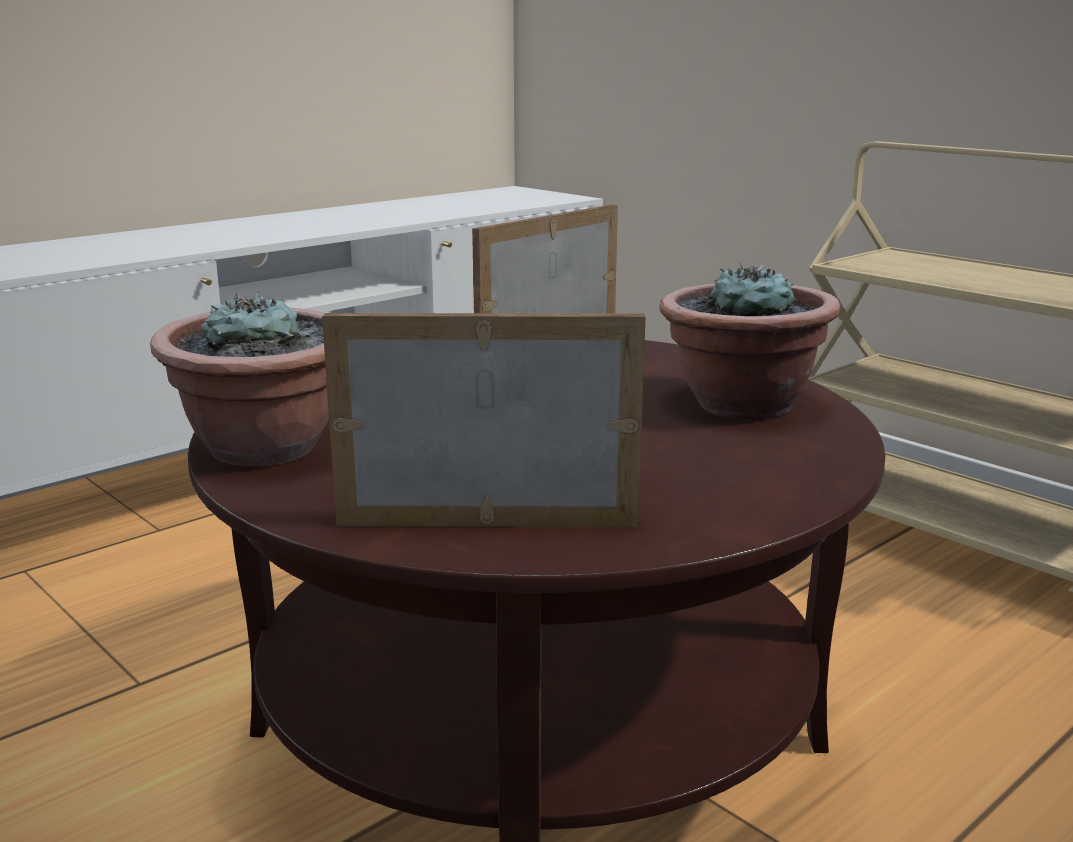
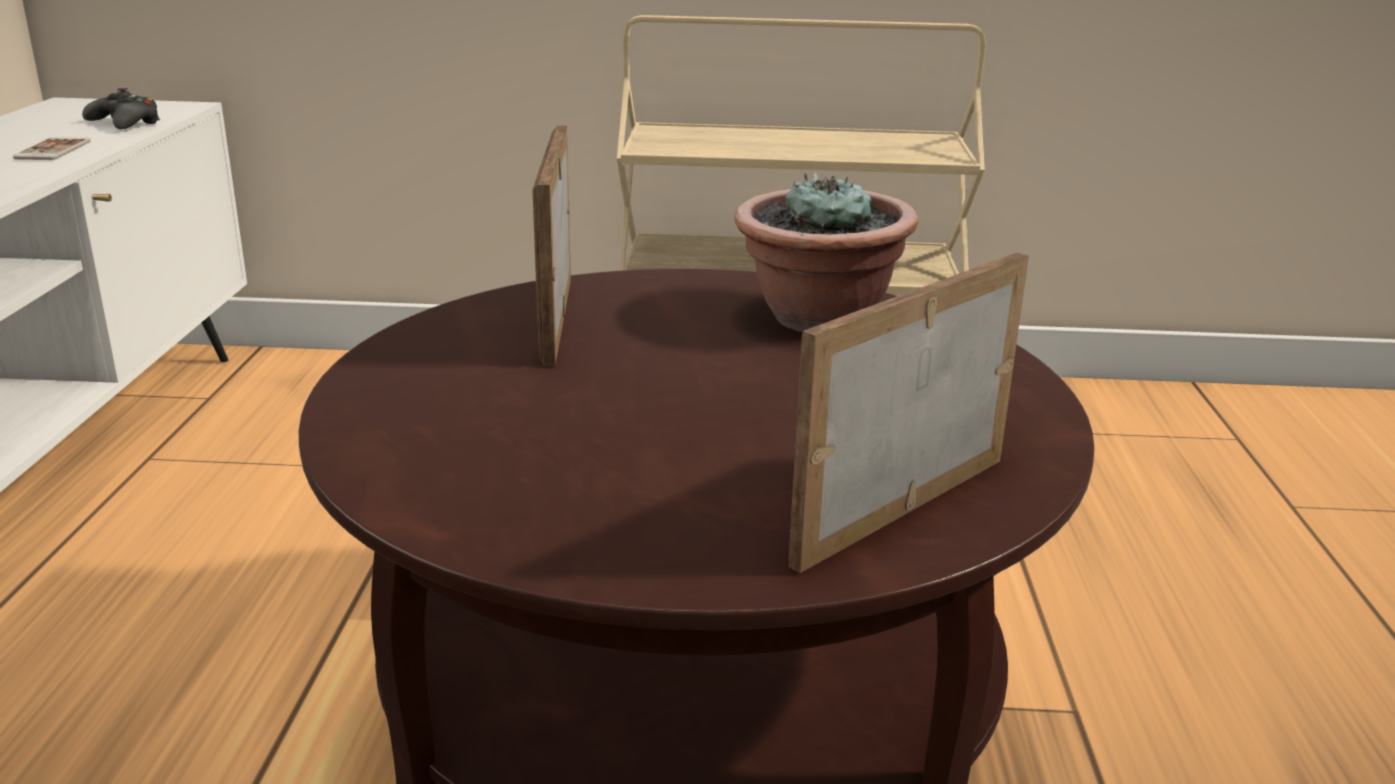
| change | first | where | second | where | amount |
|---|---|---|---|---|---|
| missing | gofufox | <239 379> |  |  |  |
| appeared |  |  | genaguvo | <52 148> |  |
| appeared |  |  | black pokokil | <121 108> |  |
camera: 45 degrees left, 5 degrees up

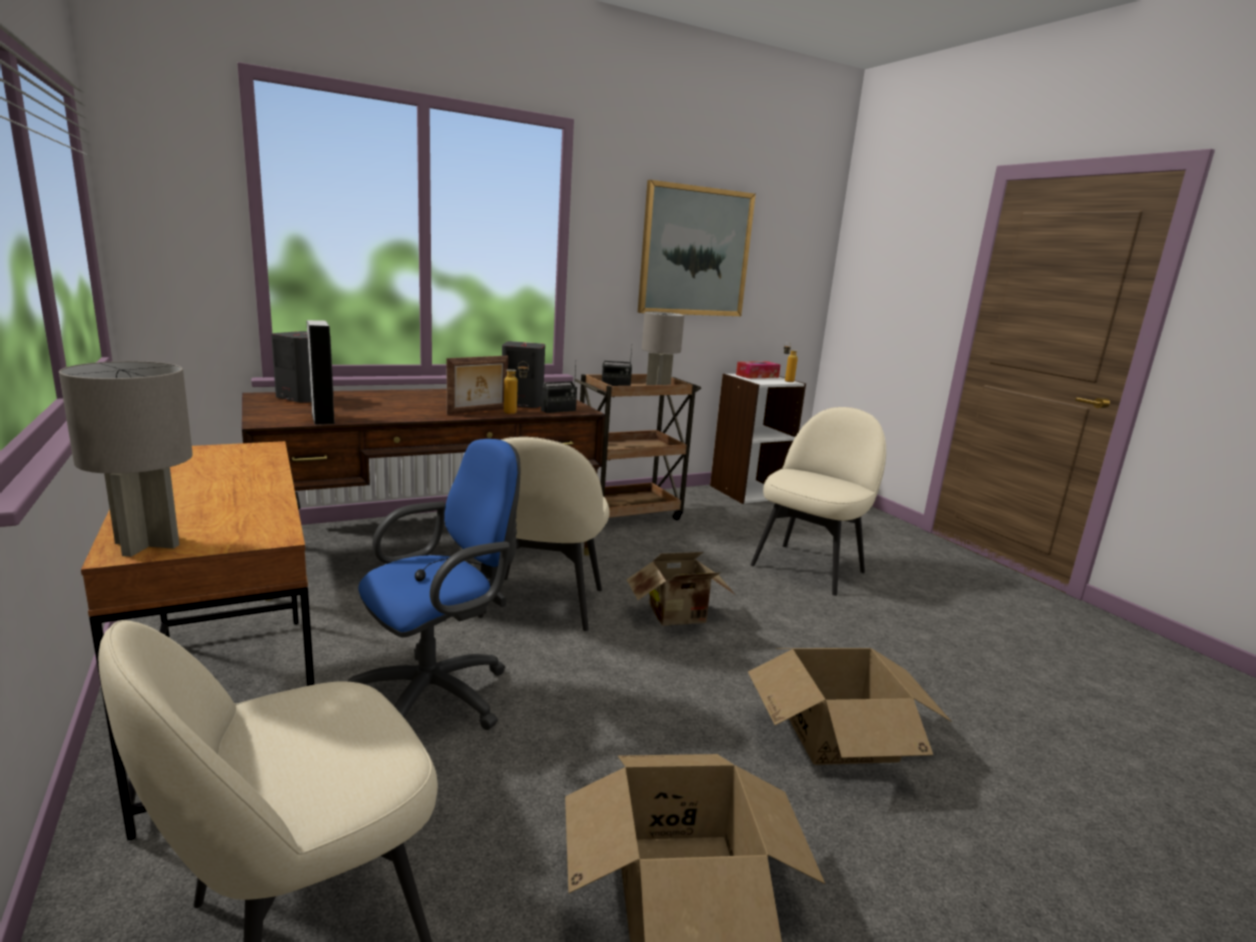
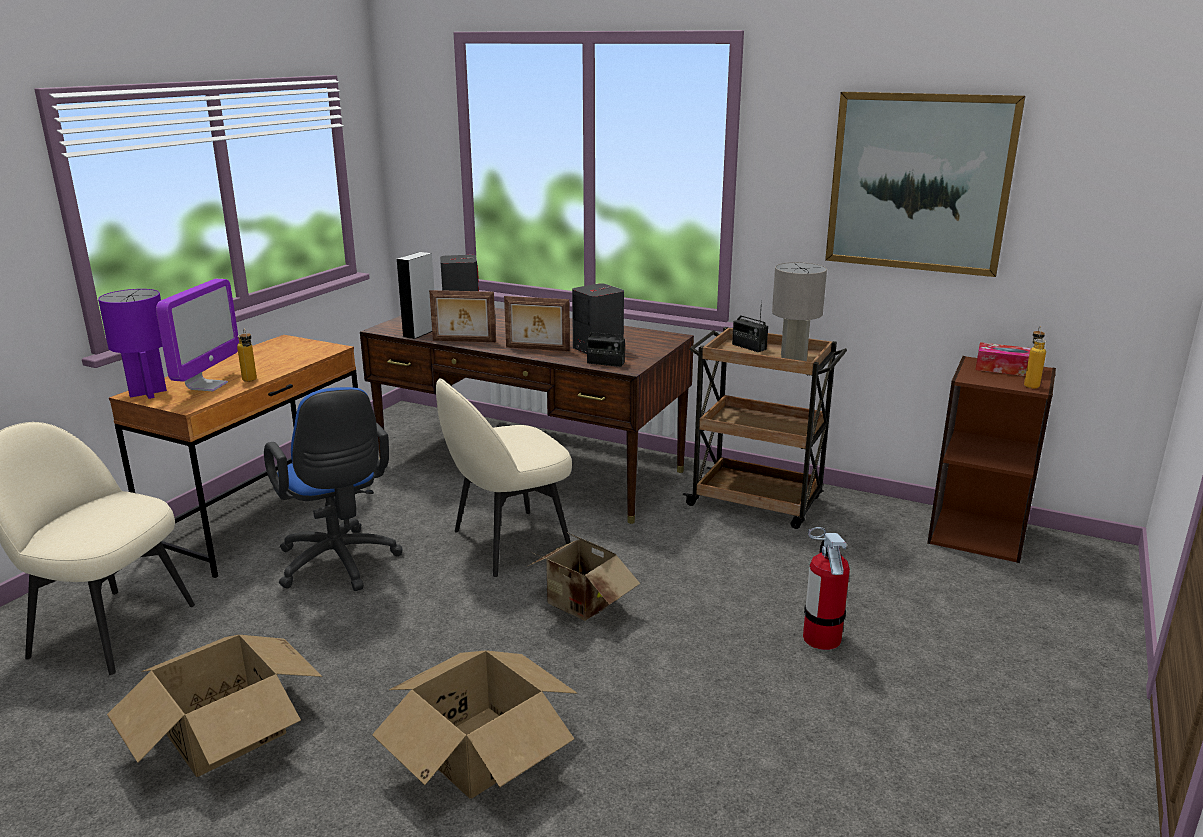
| change | first | where | second | where | amount |
|---|---|---|---|---|---|
| colour | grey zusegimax | <126 459> | purple zusegimax | <132 344> |  |
| spun | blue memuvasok | <433 584> |  | <333 489> | 45 degrees clockwise |
| relocated | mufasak | <516 387> |  | <247 355> |  |
| colour | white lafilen | <758 439> | brown lafilen | <991 459> |  |
| exchanged | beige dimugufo | <818 501> | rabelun | <826 588> |  |
| appeared |  |  | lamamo | <197 335> |  |
| appeared |  |  | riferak | <462 316> |  |
camera: 55 degrees right, 5 degrees up

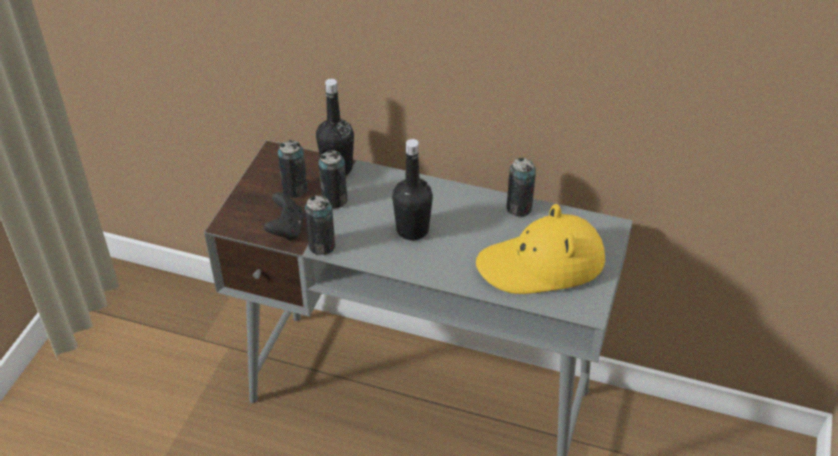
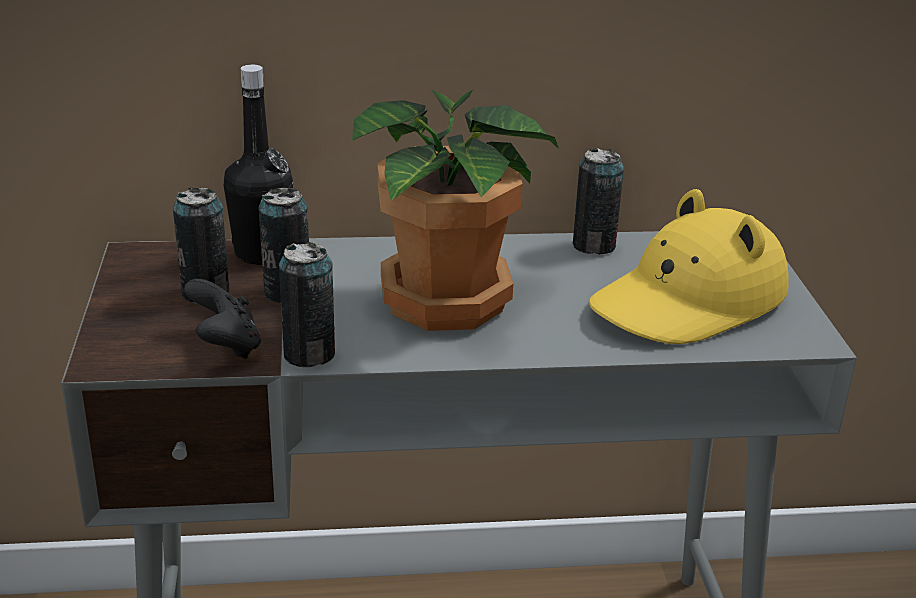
| change | first | where | second | where | amount |
|---|---|---|---|---|---|
| exchanged | black mufasak | <412 189> | gofufox | <455 210> |  |
camera: 25 degrees left, 15 degrees down

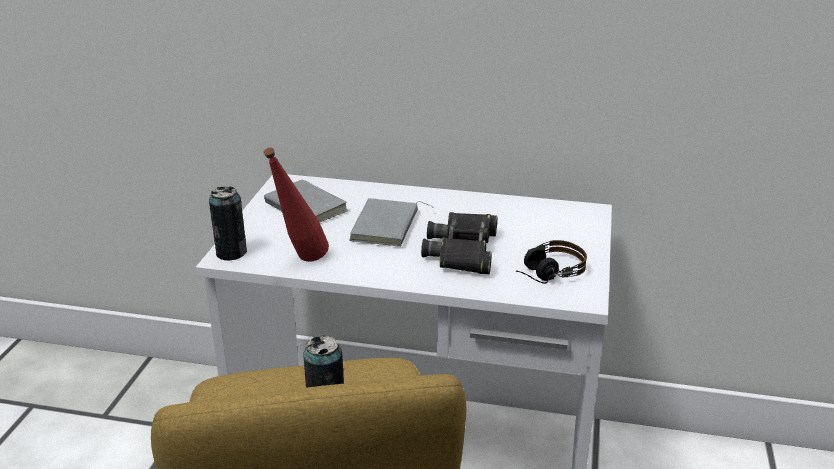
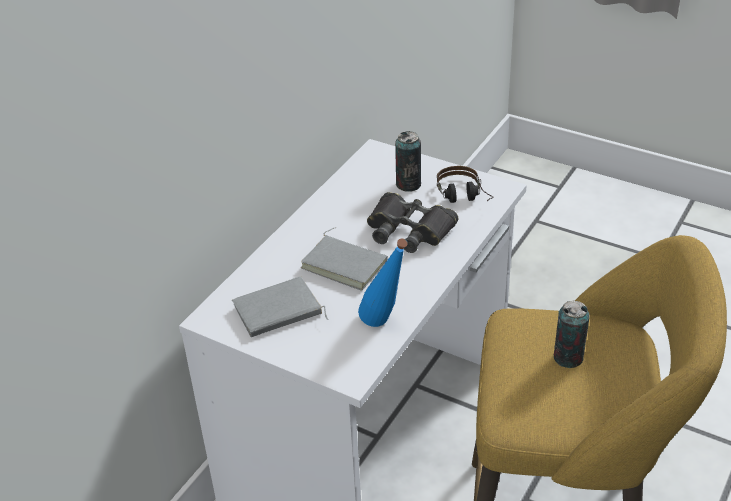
| change | first | where | second | where | amount |
|---|---|---|---|---|---|
| relocated | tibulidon | <228 223> |  | <408 161> |  |
| colour | red mufasak | <296 205> | blue mufasak | <383 283> |  |
camera: 70 degrees left, 10 degrees up

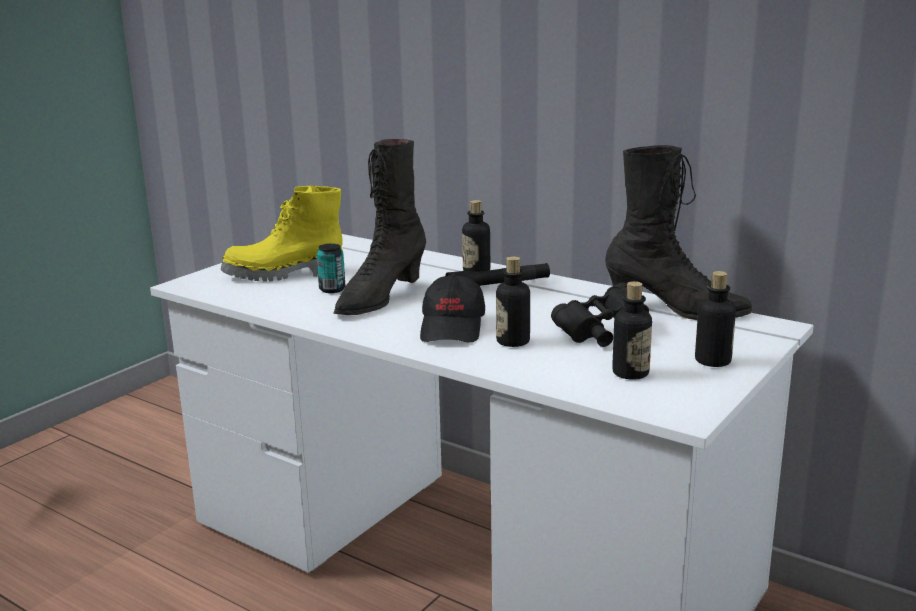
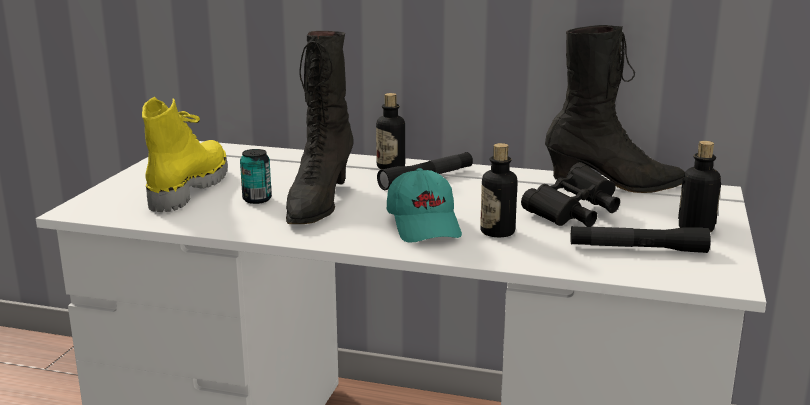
| change | first | where | second | where | amount |
|---|---|---|---|---|---|
| spun | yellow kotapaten | <282 233> |  | <185 154> | 135 degrees clockwise |
| colour | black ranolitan | <452 308> | turquoise ranolitan | <424 205> |  |
| exchanged | mufasak | <632 330> | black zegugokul | <641 239> |  |
camera: 20 degrees left, 0 degrees up

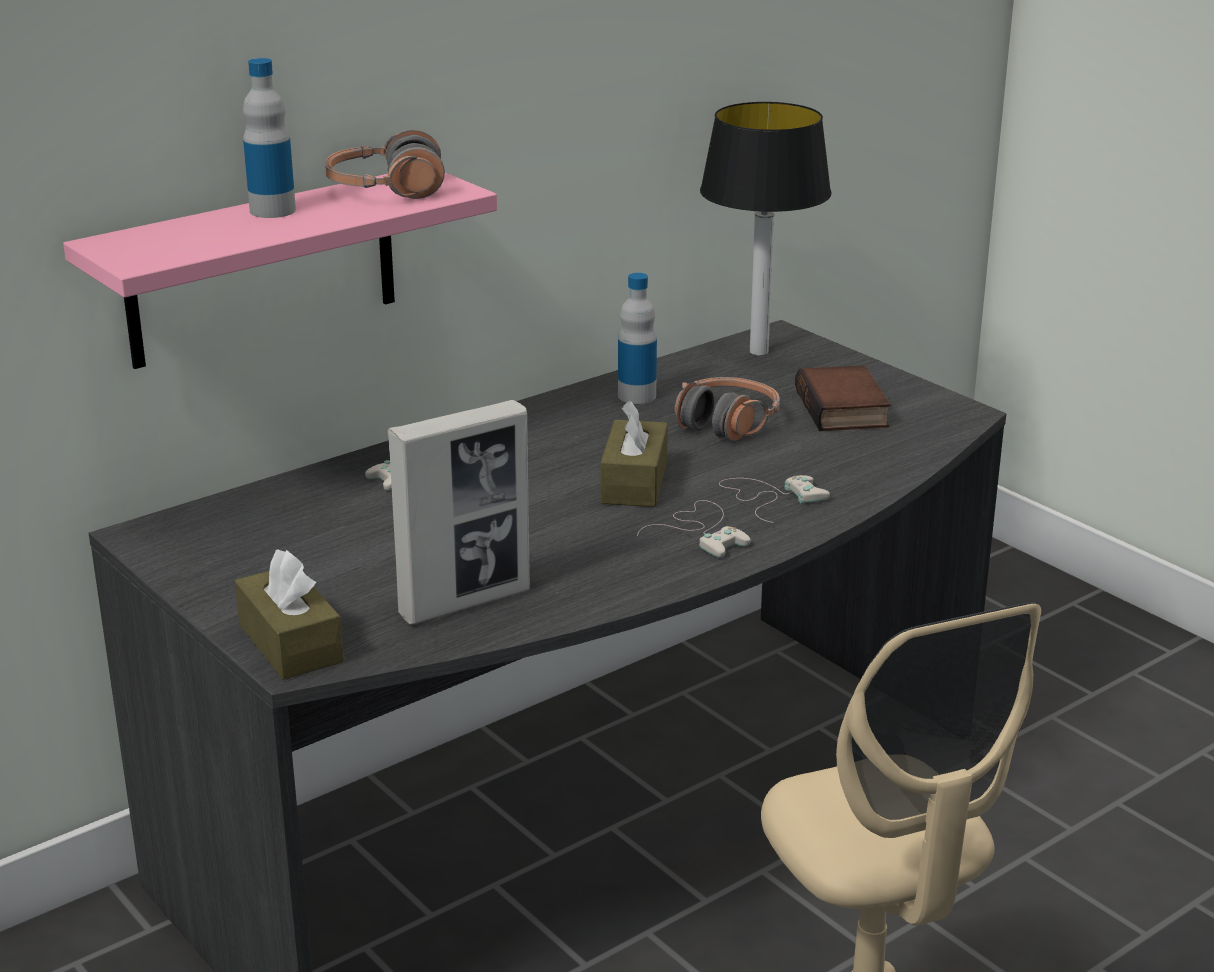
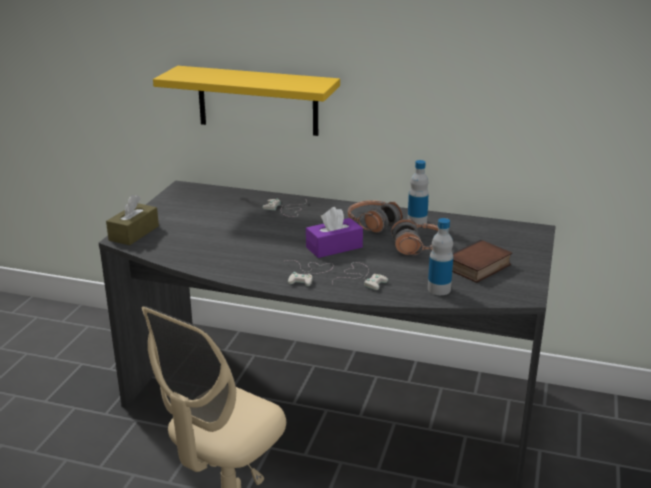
| change | first | where | second | where | amount |
|---|---|---|---|---|---|
| colour | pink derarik | <280 271> | yellow derarik | <246 101> |  |
| relocated | mufasak | <269 138> |  | <440 256> |  |
| relocated | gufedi | <385 164> |  | <375 216> |  |
| missing | riferak | <459 512> |  |  |  |
| colour | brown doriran | <634 454> | purple doriran | <334 232> |  |
| missing | zusegimax | <765 228> |  |  |  |
camera: 55 degrees right, 0 degrees up

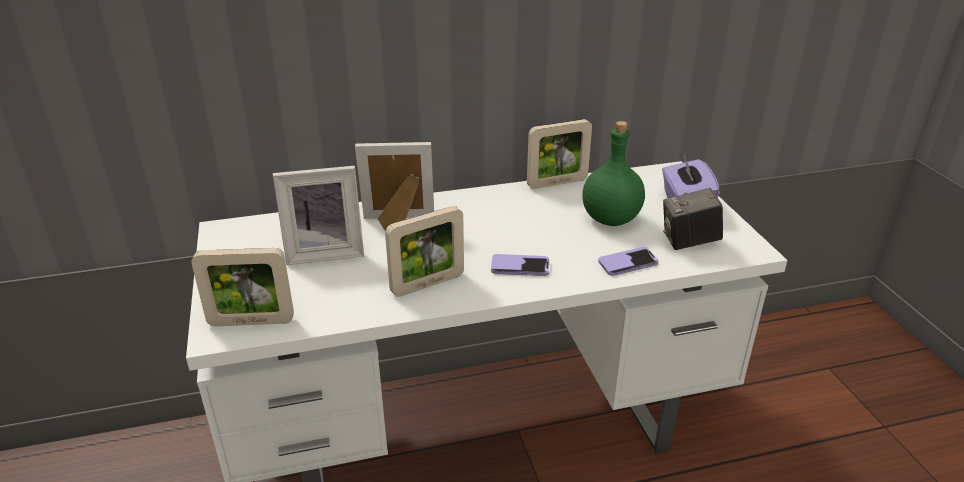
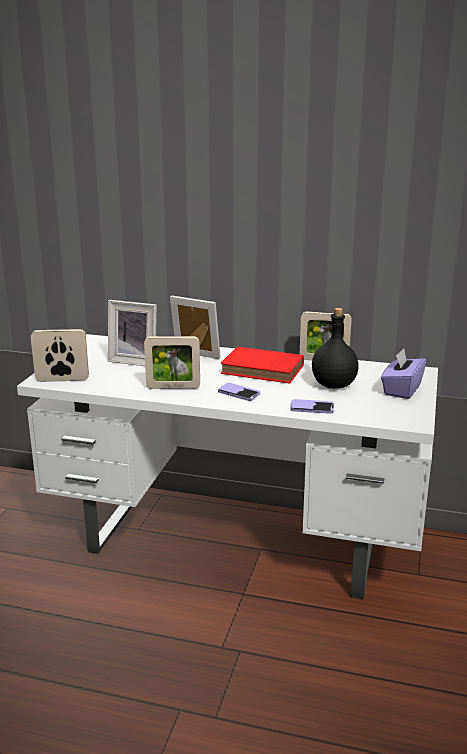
| change | first | where | second | where | amount |
|---|---|---|---|---|---|
| spun | riferak | <242 287> |  | <60 355> | 150 degrees clockwise |
| colour | green mufasak | <613 173> | black mufasak | <335 348> |  |
| missing | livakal | <693 219> |  |  |  |
| appeared |  |  | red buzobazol | <262 365> |  |
camera: 30 degrees right, 10 degrees down

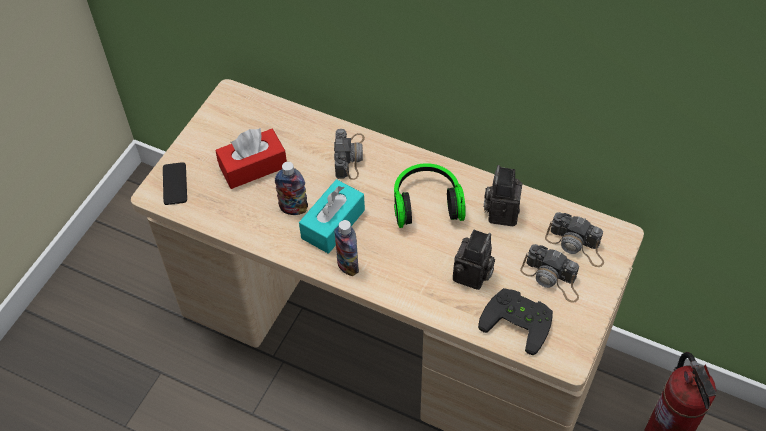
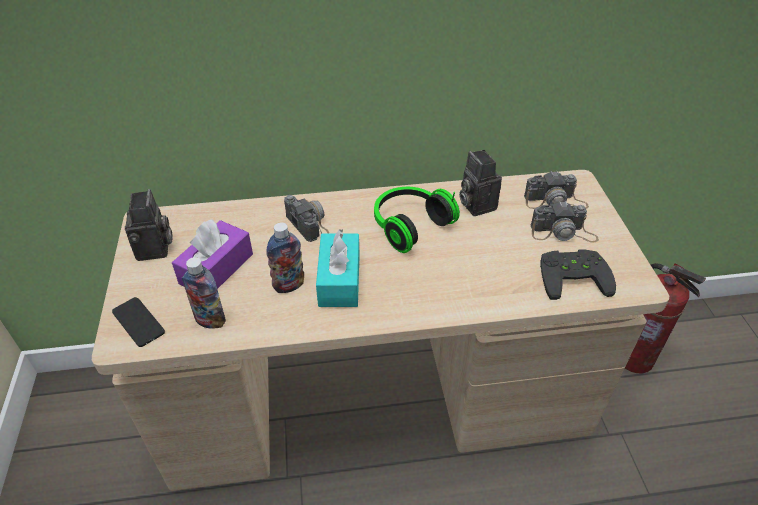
| change | first | where | second | where | amount |
|---|---|---|---|---|---|
| colour | red doriran | <251 158> | purple doriran | <212 254> |  |
| relocated | mufasak | <346 248> |  | <204 293> |  |
| relocated | livakal | <474 260> |  | <149 225> |  |
camera: 35 degrees left, 10 degrees down

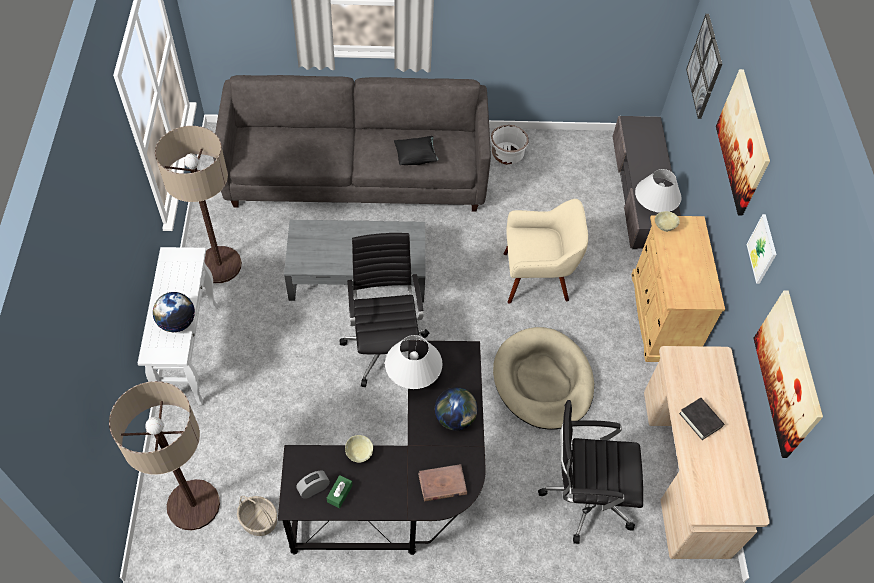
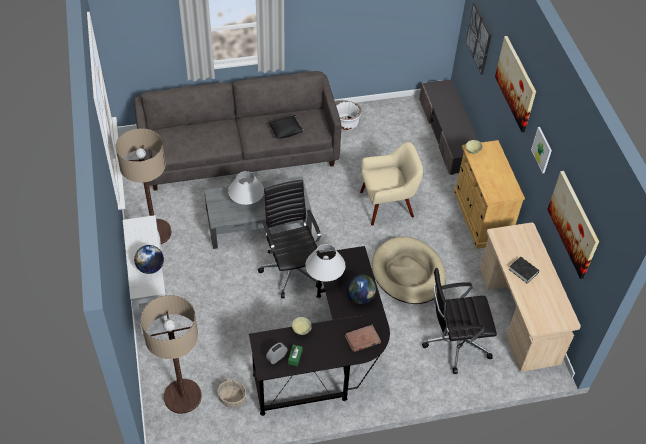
| change | first | where | second | where | amount |
|---|---|---|---|---|---|
| relocated | white zusegimax | <658 191> |  | <246 188> |  |
camera: 10 degrees left, 5 degrees down

